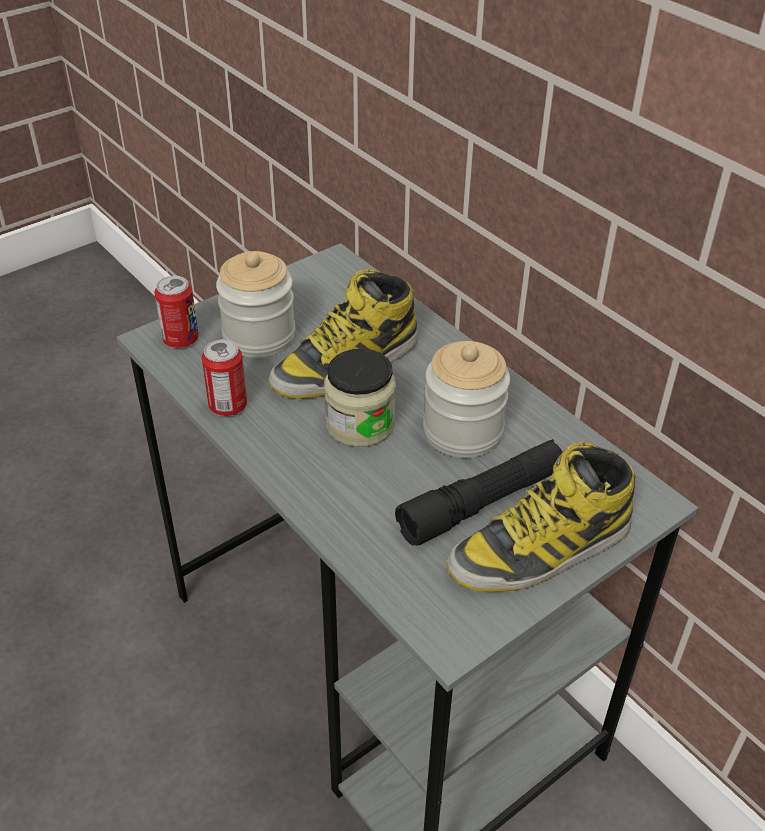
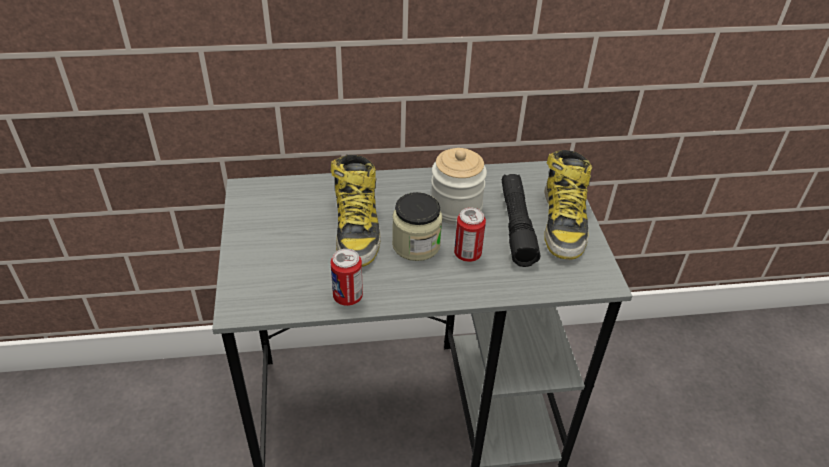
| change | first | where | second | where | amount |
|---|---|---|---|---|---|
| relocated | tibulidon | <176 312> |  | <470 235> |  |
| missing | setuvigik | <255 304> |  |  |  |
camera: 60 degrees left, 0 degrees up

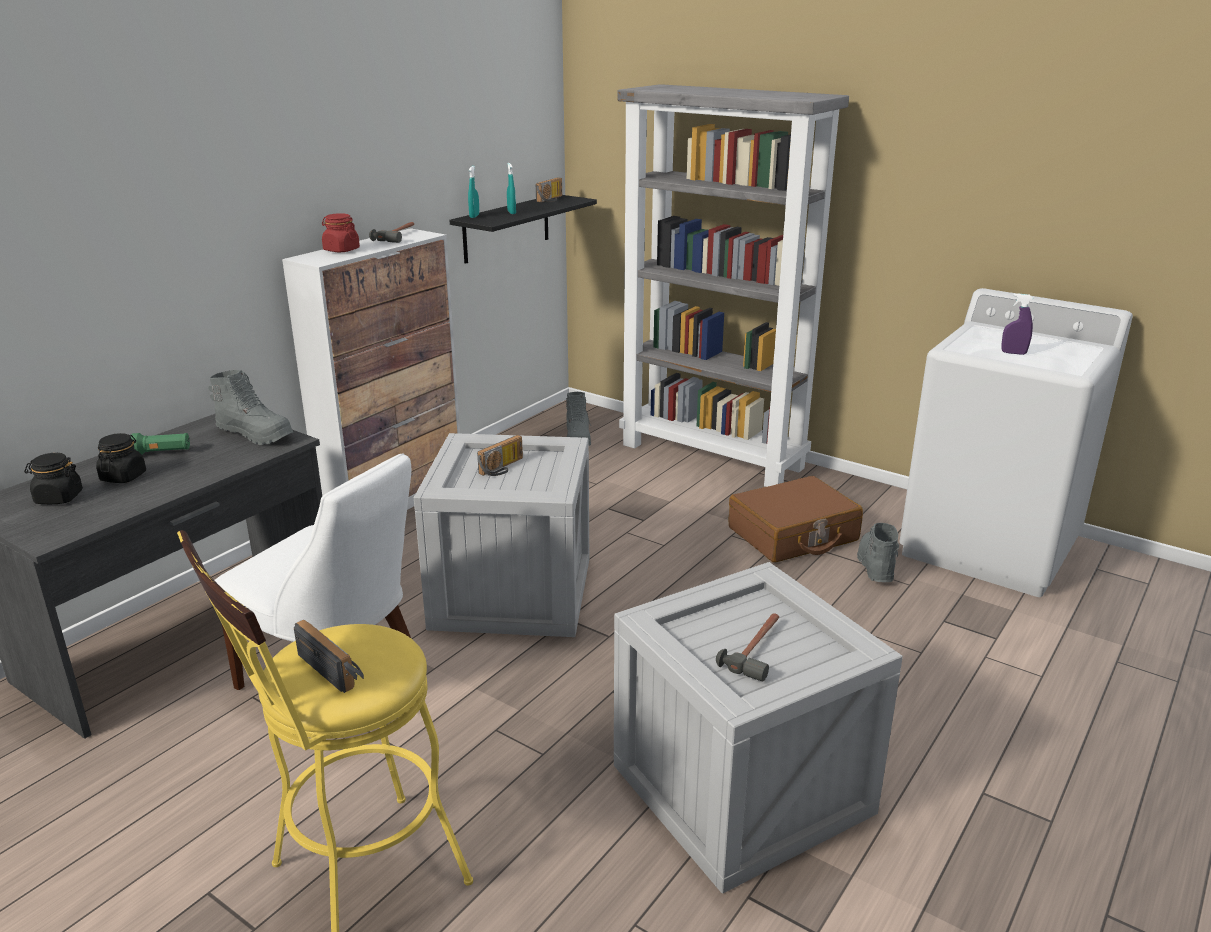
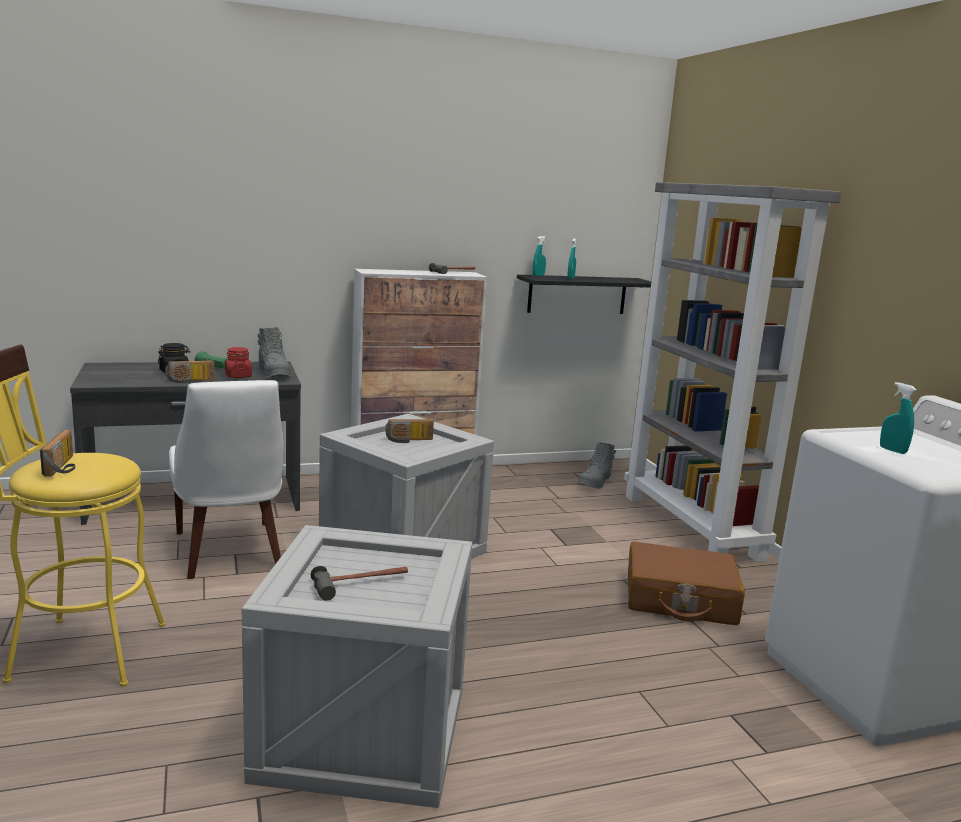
| change | first | where | second | where | amount |
|---|---|---|---|---|---|
| missing | black setuvigik | <53 478> |  |  |  |
| relocated | red setuvigik | <341 232> |  | <238 362> |  |
| relocated | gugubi | <549 189> |  | <190 372> |  |
| missing | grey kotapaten | <878 552> |  |  |  |
| colour | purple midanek | <1017 324> | turquoise midanek | <898 418> |  |
camera: 35 degrees right, 10 degrees down

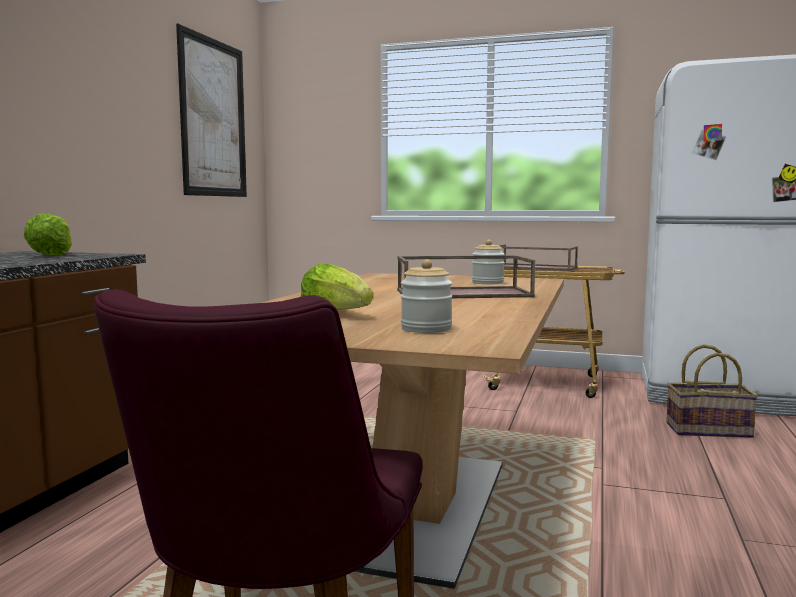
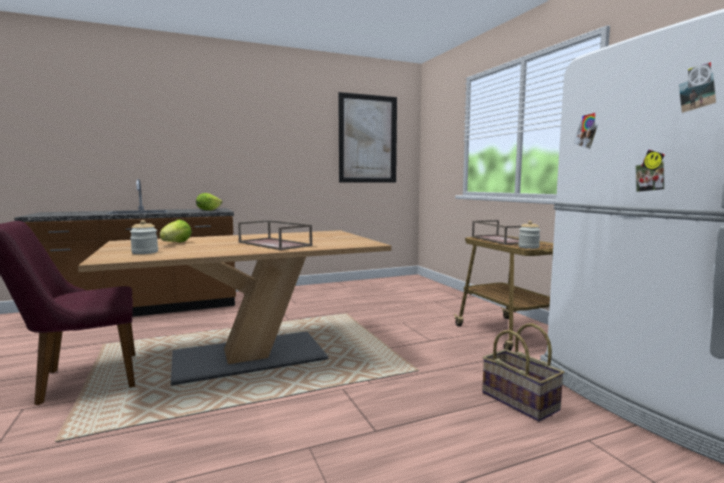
| change | first | where | second | where | amount |
|---|---|---|---|---|---|
| relocated | setuvigik | <488 261> |  | <529 235> |  |
camera: 50 degrees right, 0 degrees up

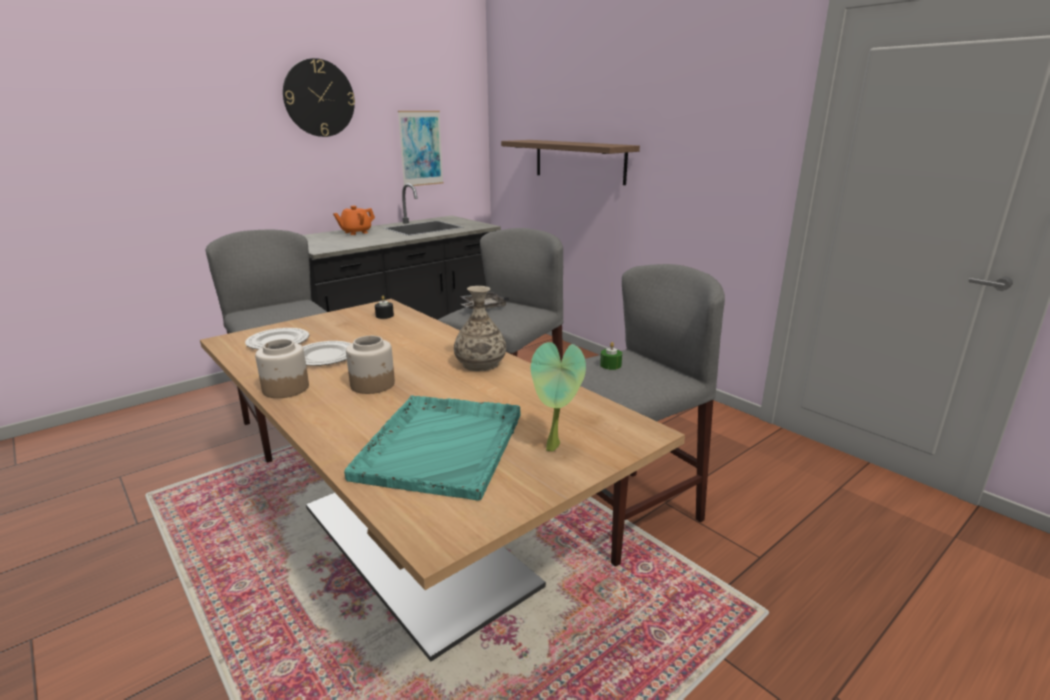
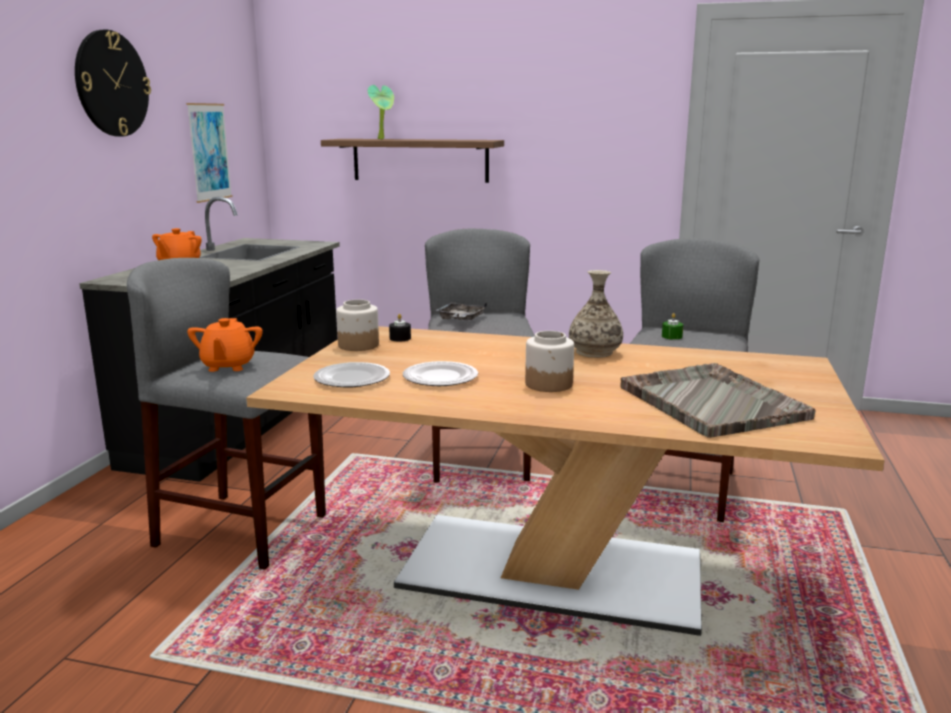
| change | first | where | second | where | amount |
|---|---|---|---|---|---|
| relocated | setuvigik | <282 368> |  | <357 325> |  |
| colour | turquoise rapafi | <432 448> | grey rapafi | <718 400> |  |
| relocated | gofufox | <558 397> |  | <381 112> |  |
| appeared |  |  | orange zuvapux | <225 345> |  |
camera: 35 degrees left, 5 degrees down

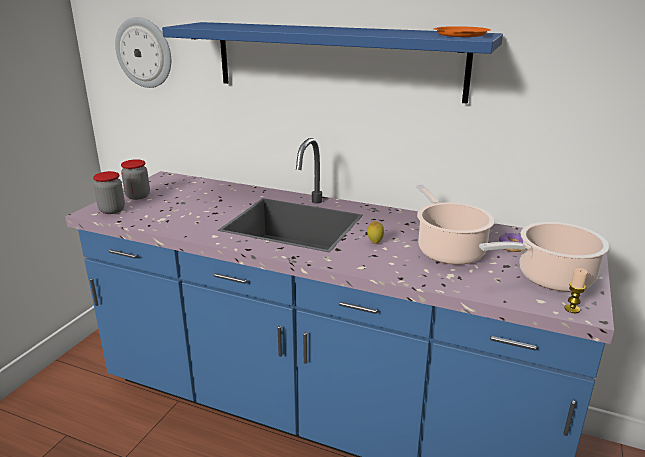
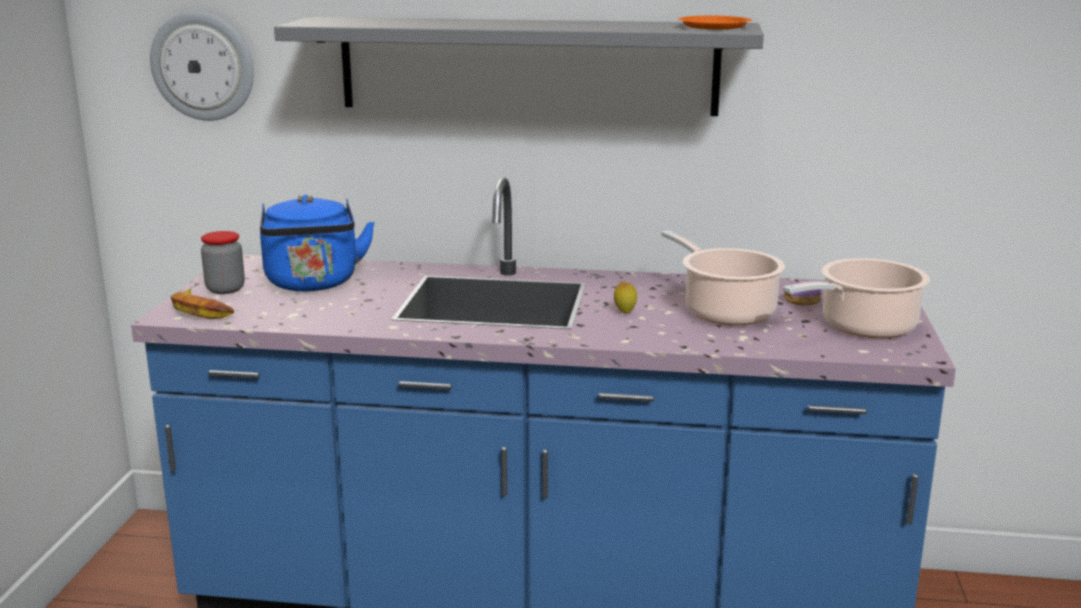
| change | first | where | second | where | amount |
|---|---|---|---|---|---|
| exchanged | setuvigik | <109 192> | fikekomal | <202 304> |  |
| colour | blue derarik | <332 63> | grey derarik | <519 66> |  |
| missing | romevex | <576 290> |  |  |  |
| appeared |  |  | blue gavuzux | <317 243> |  |
camera: 15 degrees left, 5 degrees down

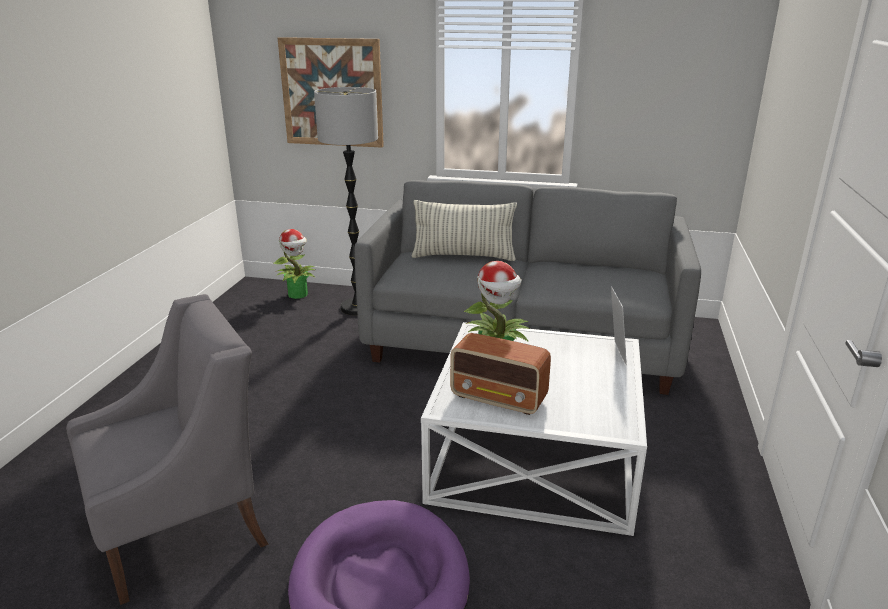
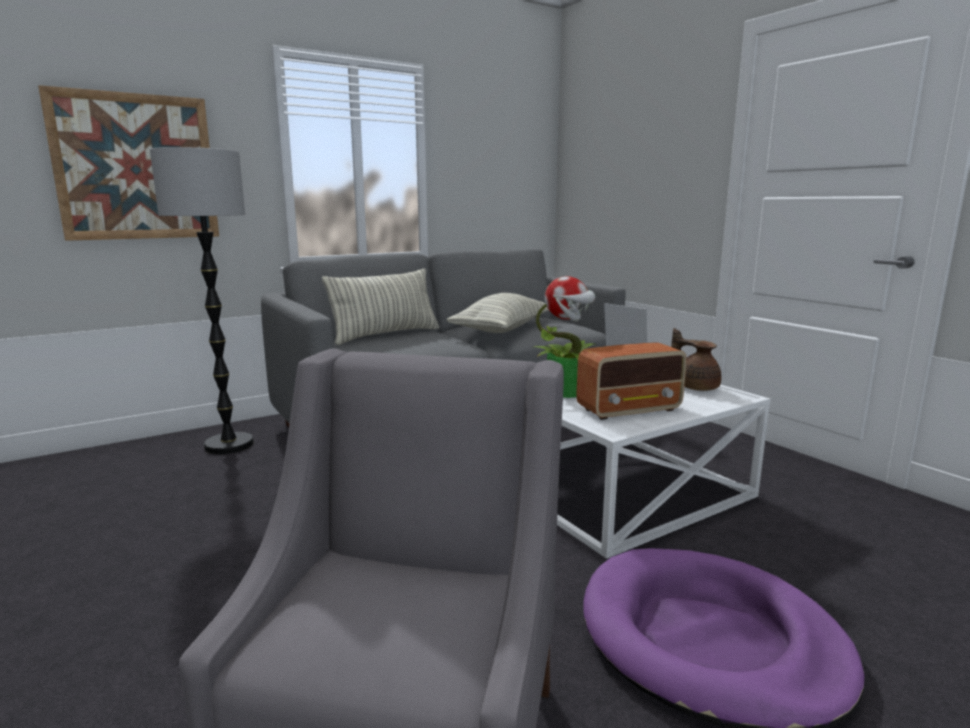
| change | first | where | second | where | amount |
|---|---|---|---|---|---|
| missing | gofufox | <294 264> |  |  |  |
| appeared |  |  | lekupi | <498 313> |  |
| appeared |  |  | brown zuvapux | <696 359> |  |
camera: 45 degrees left, 10 degrees down

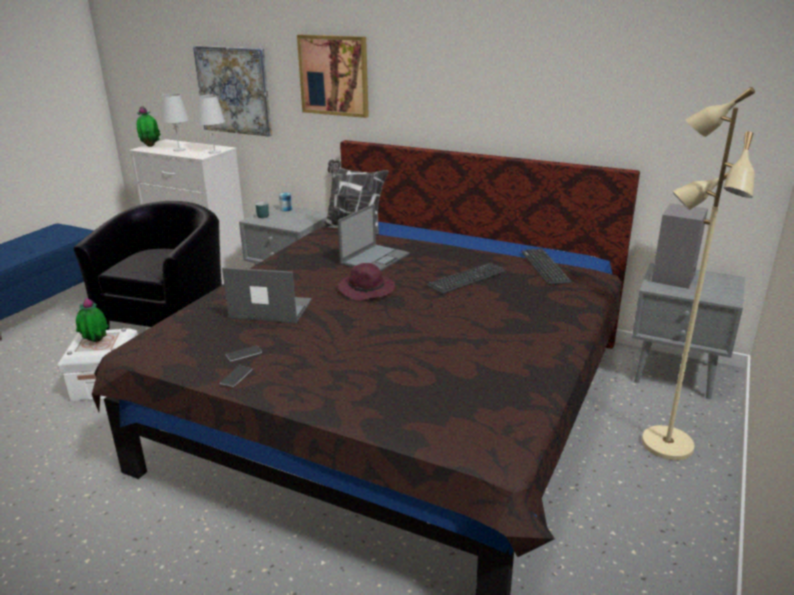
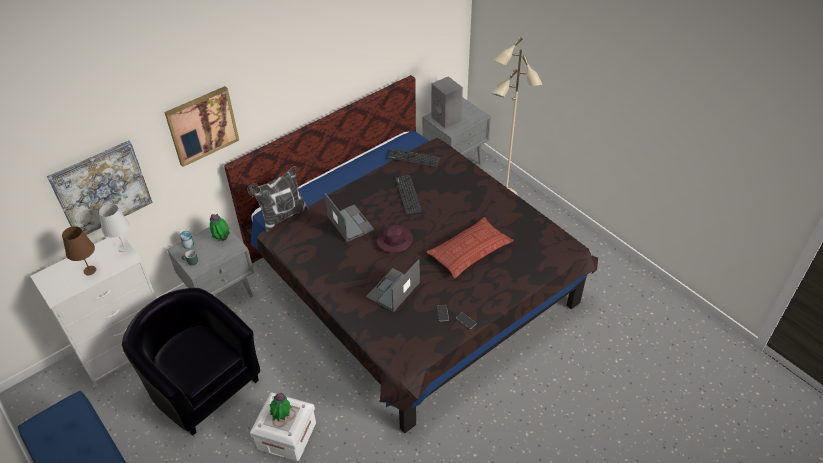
| change | first | where | second | where | amount |
|---|---|---|---|---|---|
| relocated | gofufox | <149 126> |  | <220 227> |  |
| colour | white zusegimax | <175 122> | brown zusegimax | <79 250> |  |
| appeared |  |  | lekupi | <470 248> |  |
camera: 65 degrees left, 20 degrees up

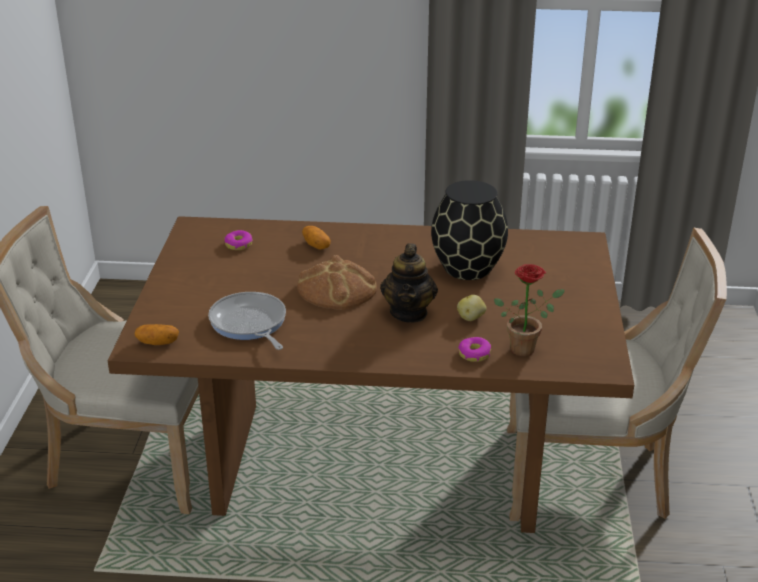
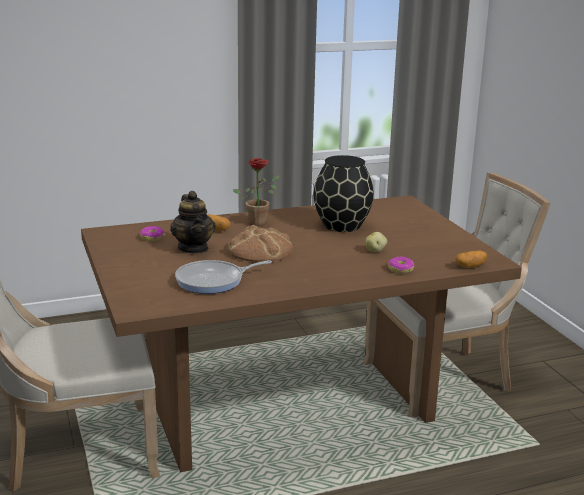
| change | first | where | second | where | amount |
|---|---|---|---|---|---|
| relocated | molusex | <157 334> |  | <471 259> |  |
| spun | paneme | <247 321> |  | <223 277> | 60 degrees counterclockwise |
| relocated | zuvapux | <409 283> |  | <193 222> |  |
| relocated | gofufox | <529 310> |  | <256 192> |  |
camera: 25 degrees left, 10 degrees down

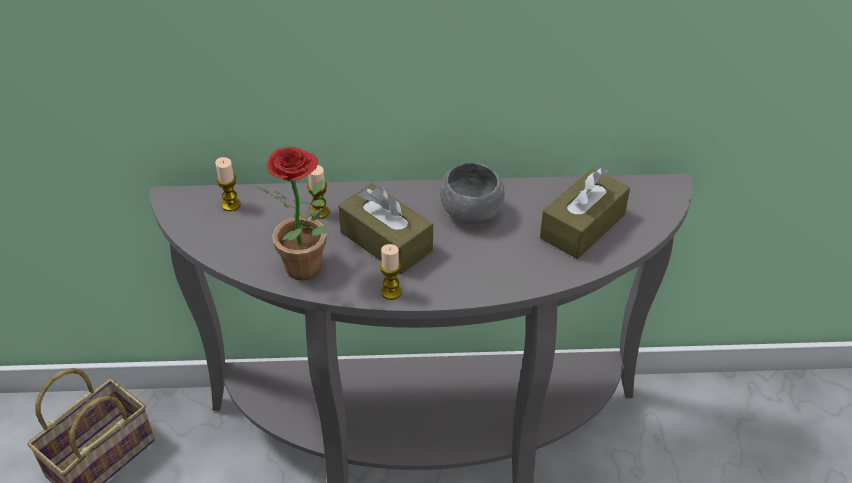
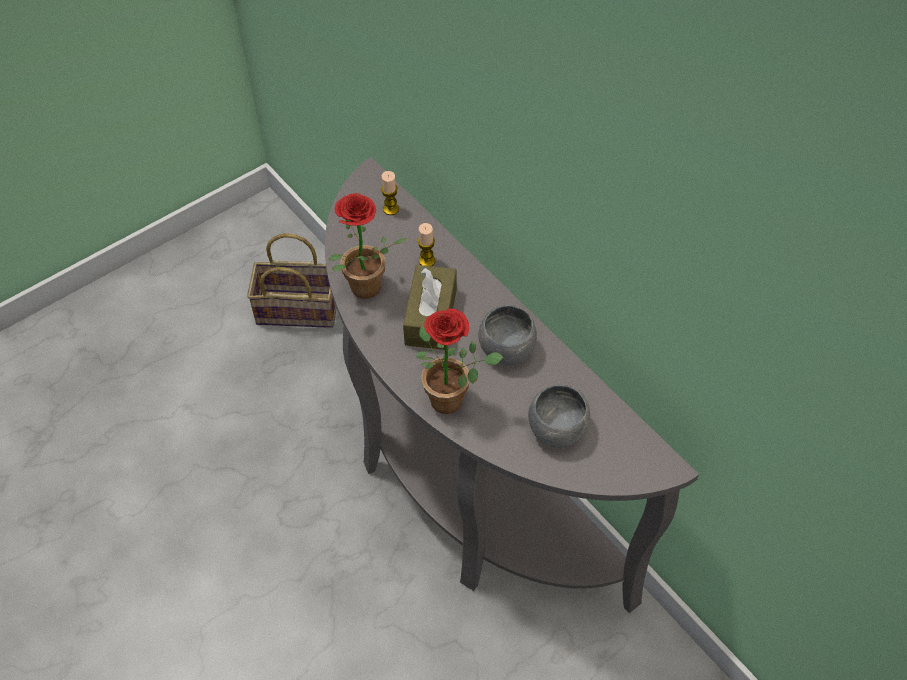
| change | first | where | second | where | amount |
|---|---|---|---|---|---|
| missing | romevex | <391 272> |  |  |  |
| exchanged | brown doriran | <585 213> | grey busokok | <559 416> |  |
| appeared |  |  | gofufox | <459 361> |  |
camera: 55 degrees right, 10 degrees up

